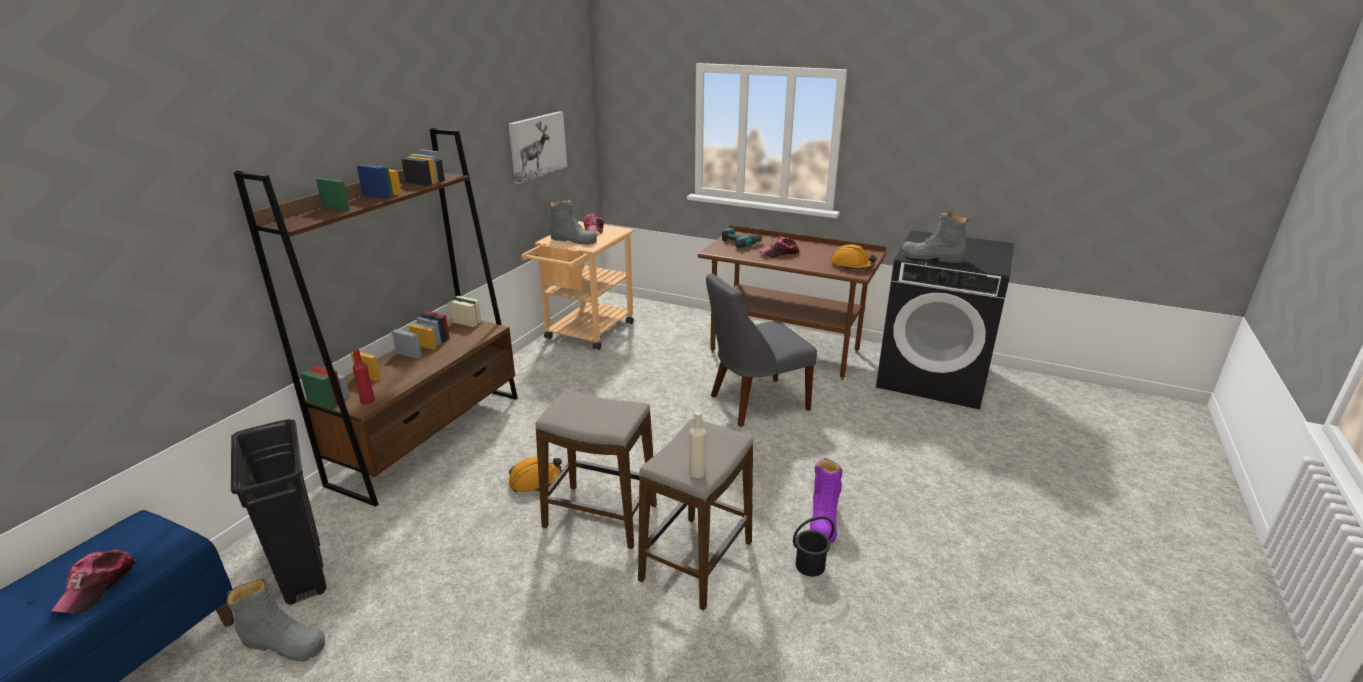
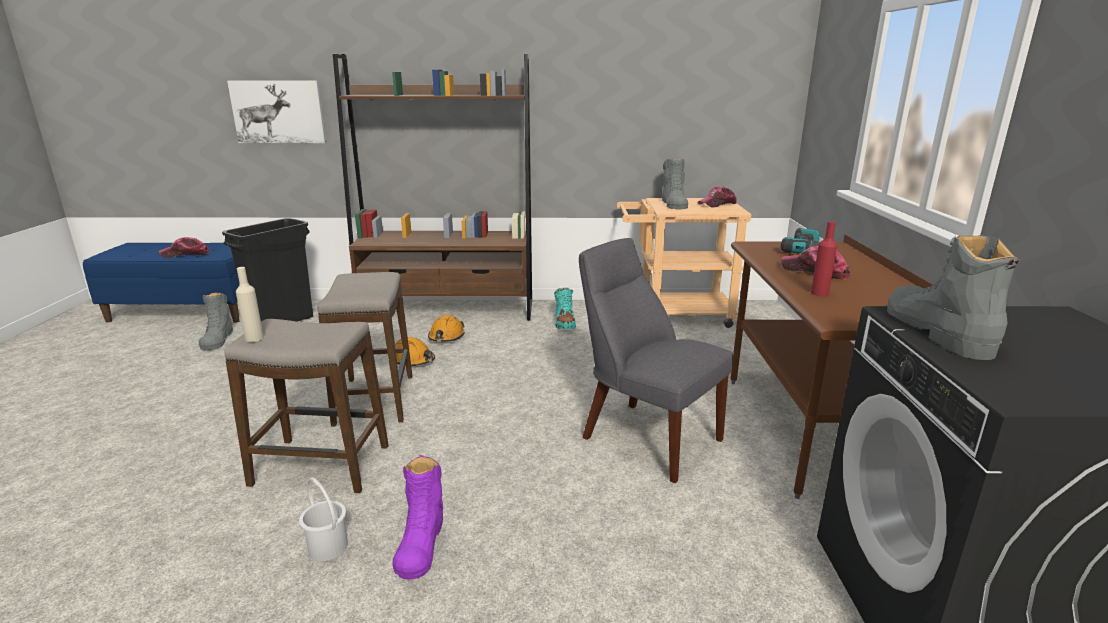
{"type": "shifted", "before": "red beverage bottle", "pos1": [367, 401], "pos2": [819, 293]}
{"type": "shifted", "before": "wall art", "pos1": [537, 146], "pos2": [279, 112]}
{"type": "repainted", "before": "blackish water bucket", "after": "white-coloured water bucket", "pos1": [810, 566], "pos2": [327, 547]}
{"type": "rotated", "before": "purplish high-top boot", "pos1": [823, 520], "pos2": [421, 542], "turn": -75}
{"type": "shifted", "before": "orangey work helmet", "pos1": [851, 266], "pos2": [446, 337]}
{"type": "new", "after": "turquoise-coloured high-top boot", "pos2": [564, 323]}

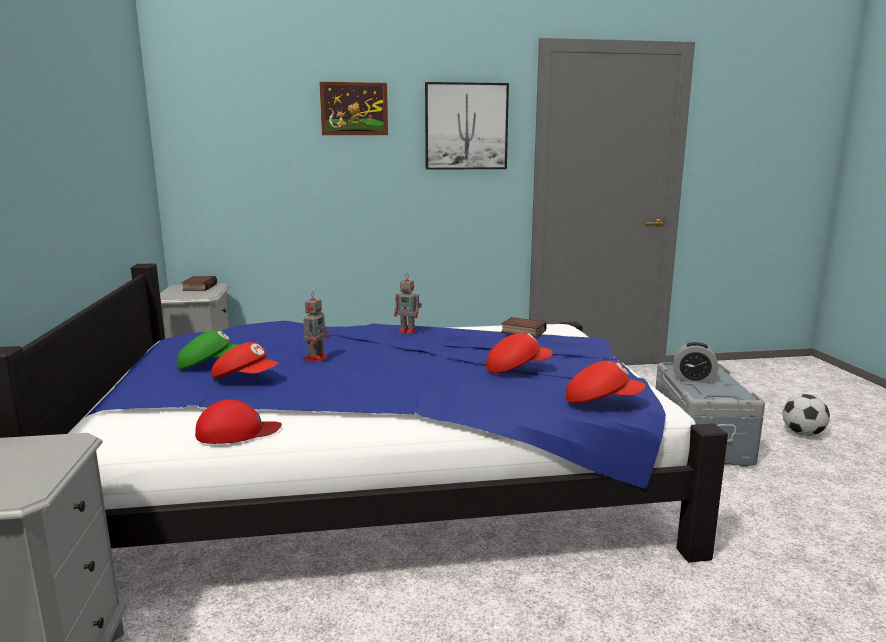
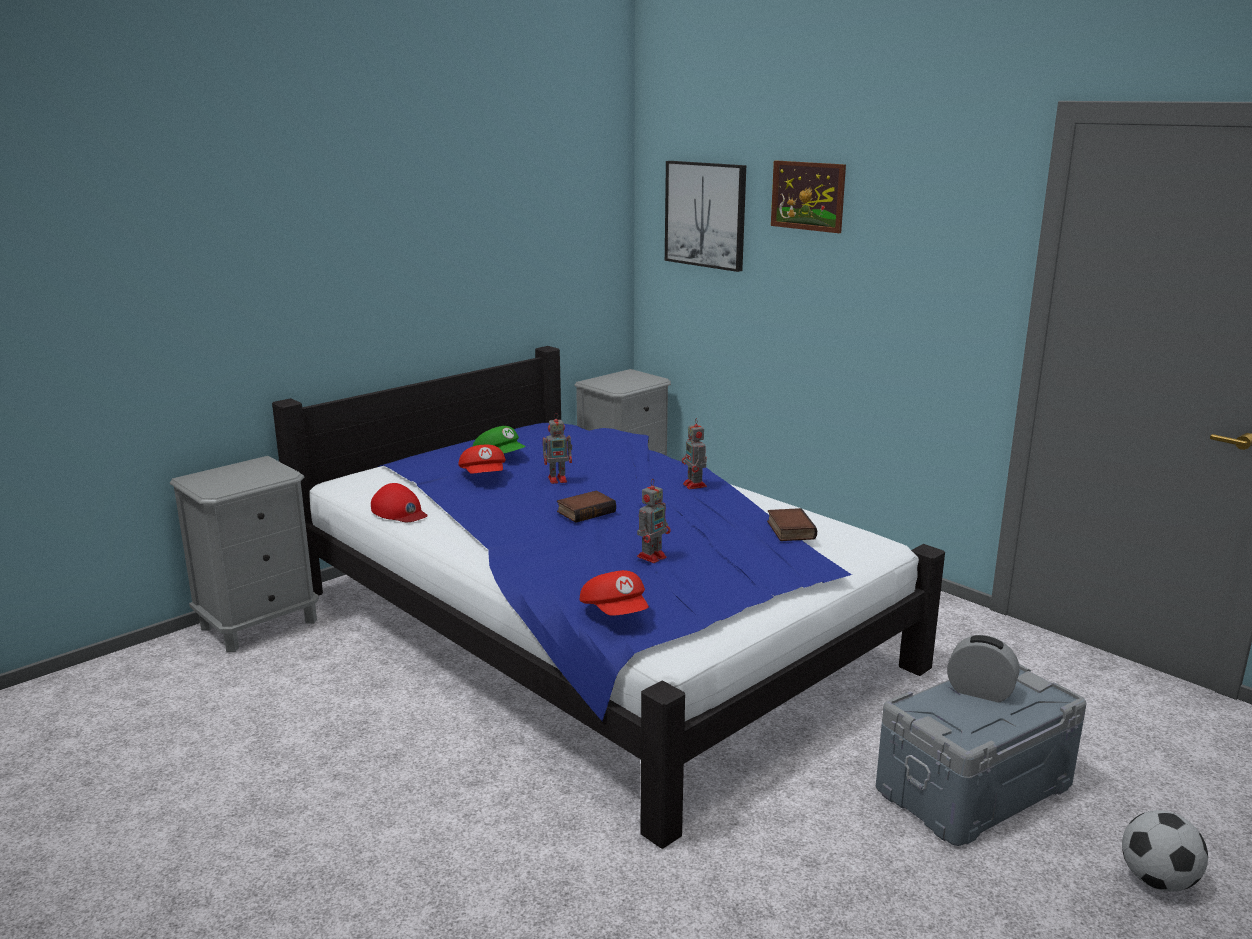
{"type": "shifted", "before": "book", "pos1": [199, 287], "pos2": [586, 511]}
{"type": "shifted", "before": "wall art", "pos1": [466, 126], "pos2": [706, 214]}
{"type": "swapped", "before": "red baseball cap", "after": "robot figure", "pos1": [517, 368], "pos2": [652, 556]}
{"type": "rotated", "before": "bedside clock", "pos1": [693, 379], "pos2": [980, 692], "turn": 135}

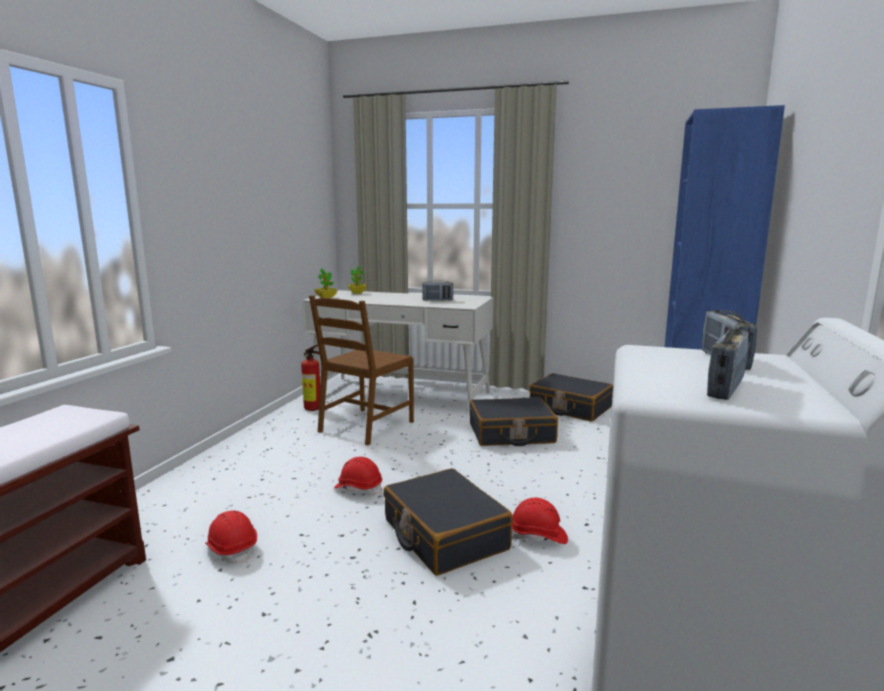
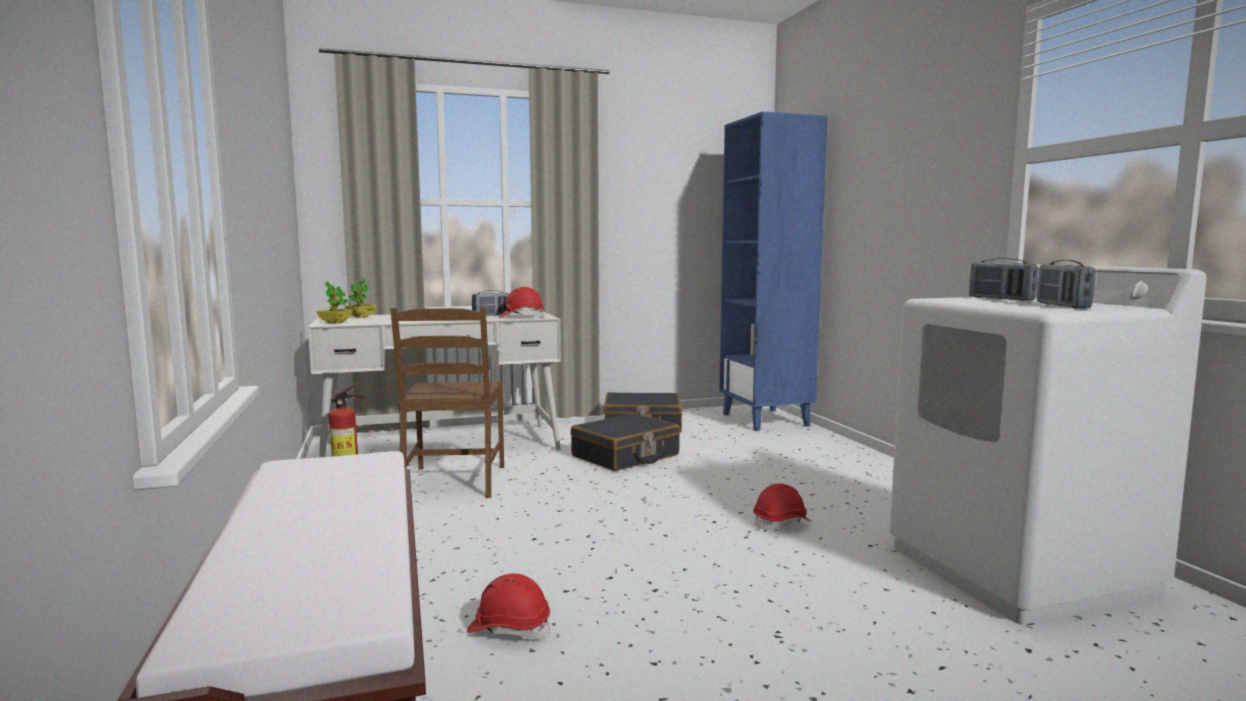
{"type": "shifted", "before": "red work helmet", "pos1": [358, 489], "pos2": [522, 317]}
{"type": "gone", "before": "blackish suitcase", "pos1": [444, 535]}

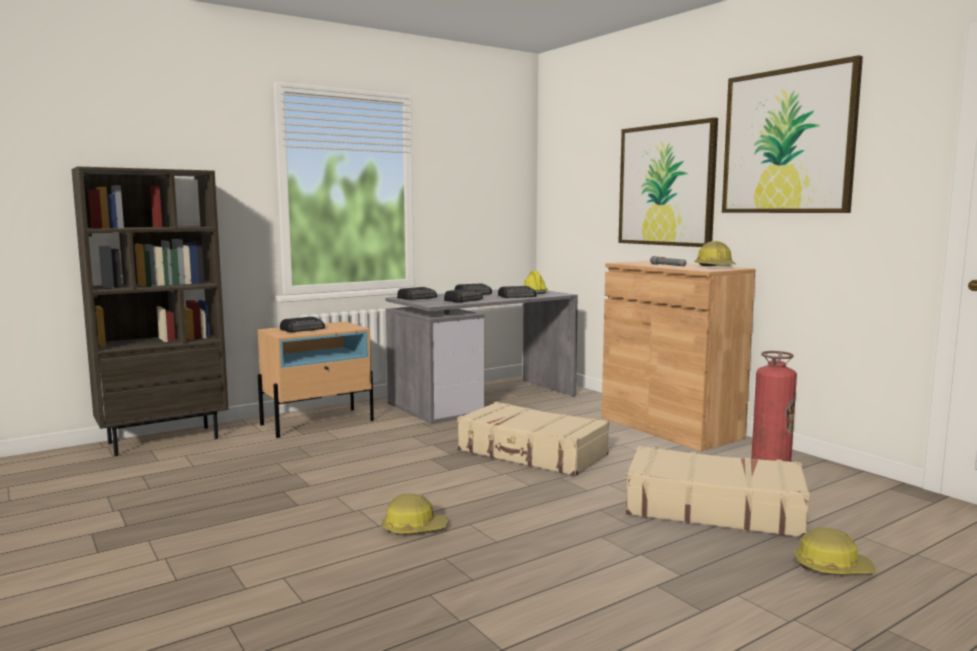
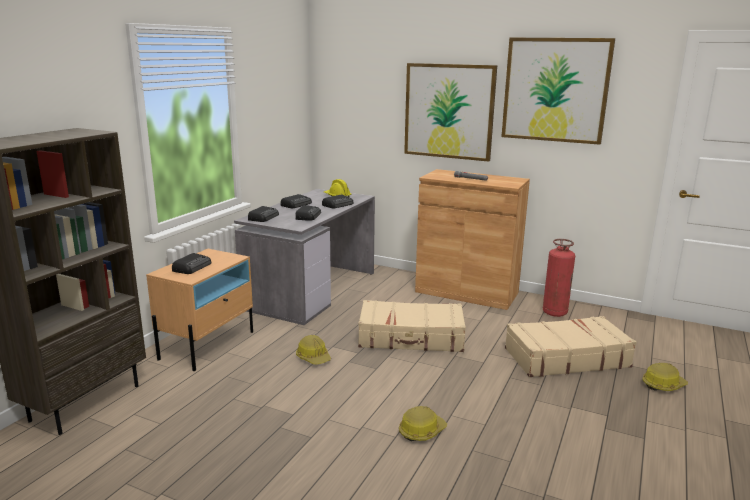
{"type": "shifted", "before": "work helmet", "pos1": [715, 267], "pos2": [313, 357]}

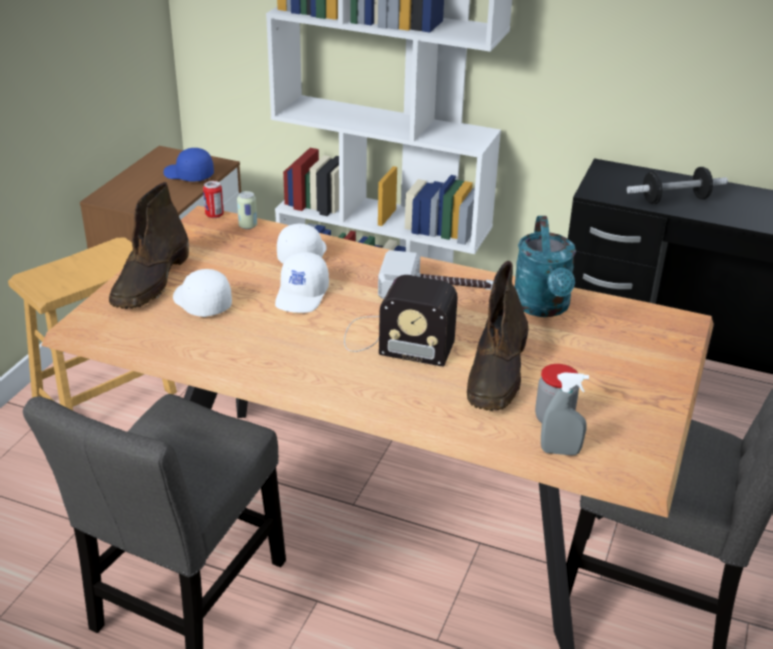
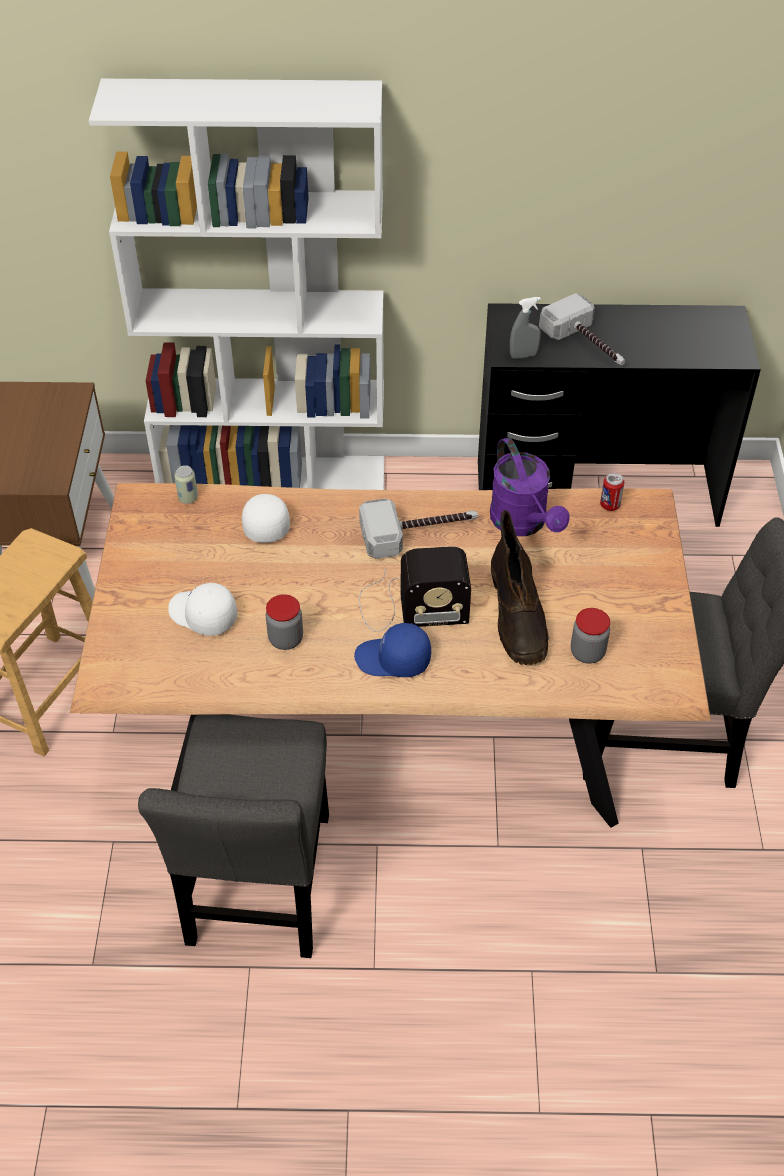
{"type": "gone", "before": "brownish high-top boot", "pos1": [151, 281]}
{"type": "shifted", "before": "blue-coloured baseball cap", "pos1": [188, 175], "pos2": [393, 660]}
{"type": "shifted", "before": "metal can", "pos1": [214, 215], "pos2": [610, 505]}
{"type": "gone", "before": "white-coloured baseball cap", "pos1": [302, 295]}
{"type": "repainted", "before": "turquoise-coloured watering can", "after": "purplish watering can", "pos1": [543, 307], "pos2": [523, 523]}
{"type": "shifted", "before": "greyish hand sprayer", "pos1": [560, 451], "pos2": [523, 355]}
{"type": "swapped", "before": "hand weight", "after": "tool hammer", "pos1": [674, 200], "pos2": [587, 345]}
{"type": "new", "after": "preserve jar", "pos2": [286, 639]}

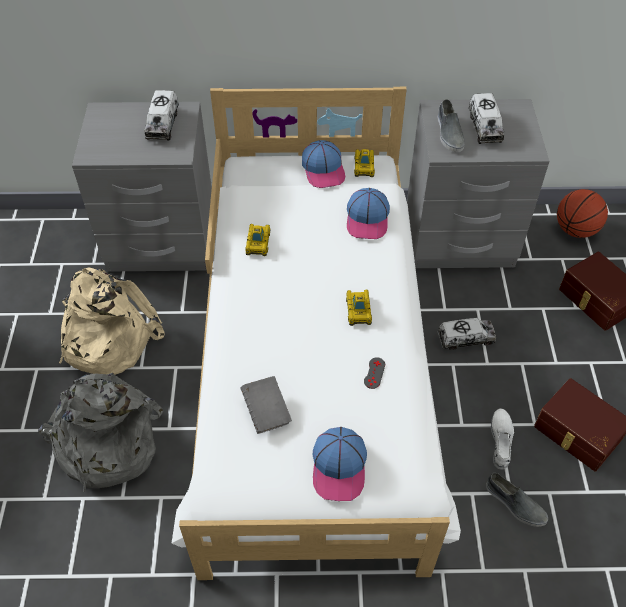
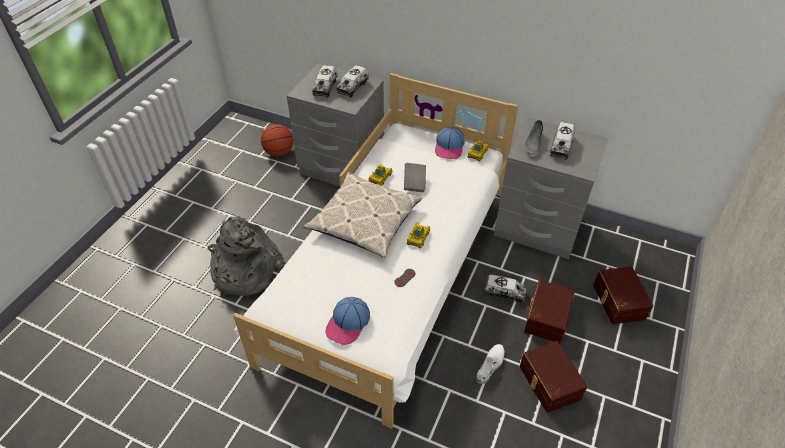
{"type": "gone", "before": "beige knapsack", "pos1": [107, 337]}
{"type": "shifted", "before": "greyish book", "pos1": [266, 411], "pos2": [414, 183]}
{"type": "gone", "before": "baseball cap", "pos1": [367, 219]}
{"type": "gone", "before": "greyish item of footwear", "pos1": [514, 503]}
{"type": "shifted", "before": "basketball ball", "pos1": [575, 230], "pos2": [279, 152]}
{"type": "new", "after": "cushion", "pos2": [364, 220]}
{"type": "new", "after": "model truck", "pos2": [325, 87]}
{"type": "new", "after": "brownish storage container", "pos2": [545, 317]}

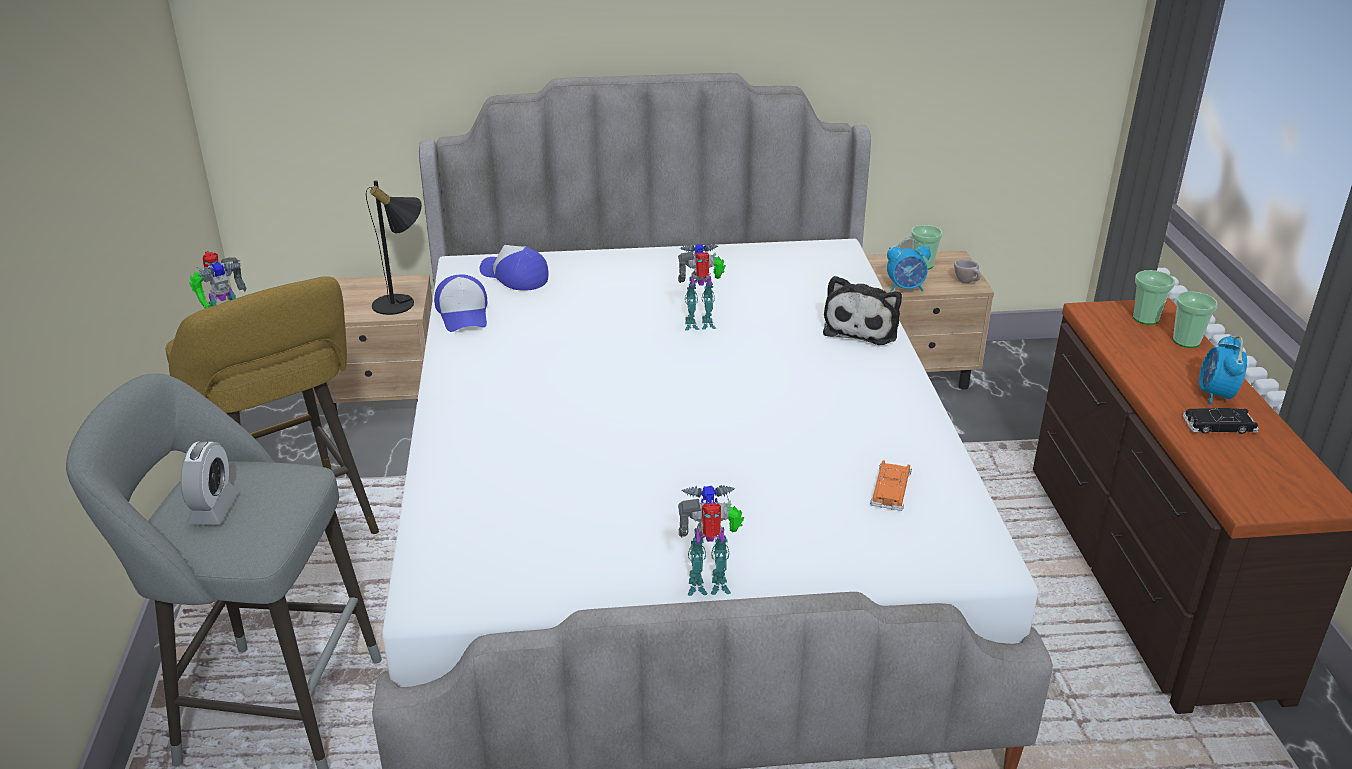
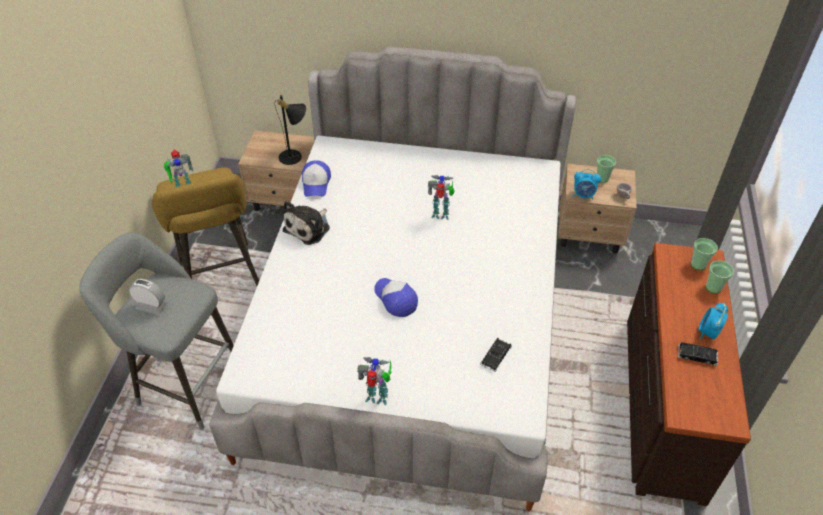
{"type": "rotated", "before": "bedside clock", "pos1": [213, 509], "pos2": [152, 306], "turn": -90}
{"type": "shifted", "before": "baseball cap", "pos1": [514, 276], "pos2": [395, 299]}
{"type": "shifted", "before": "cuddly toy", "pos1": [862, 327], "pos2": [309, 228]}
{"type": "repainted", "before": "orangey toy car", "after": "blackish toy car", "pos1": [890, 490], "pos2": [496, 356]}

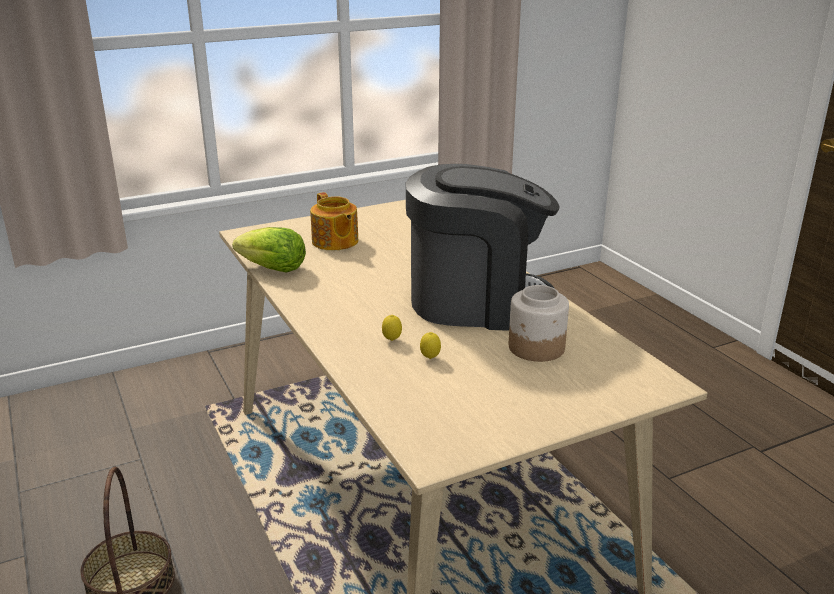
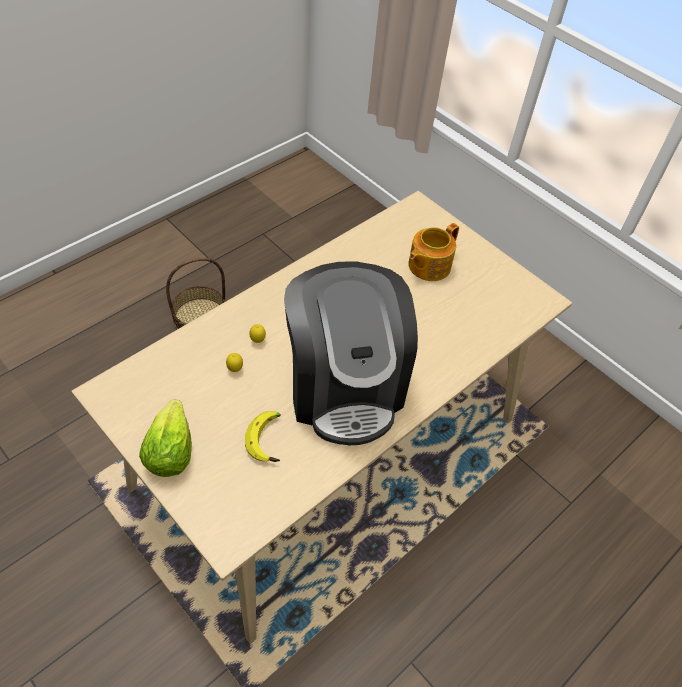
{"type": "shifted", "before": "lettuce head", "pos1": [273, 269], "pos2": [170, 452]}
{"type": "swapped", "before": "preserve jar", "after": "banana", "pos1": [536, 348], "pos2": [269, 440]}

